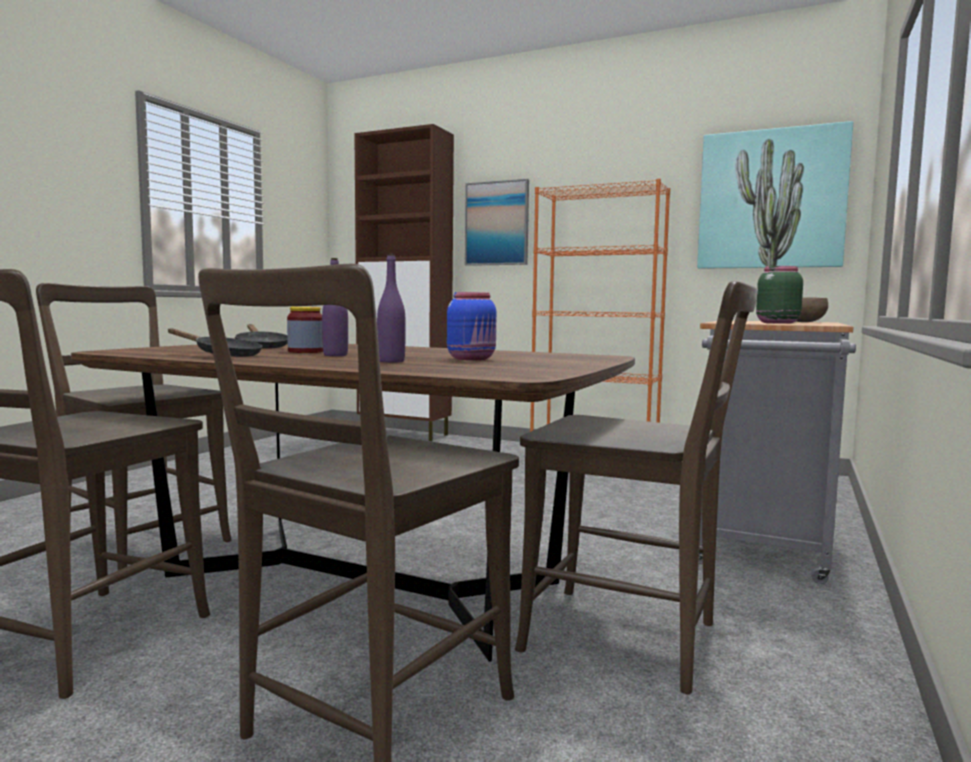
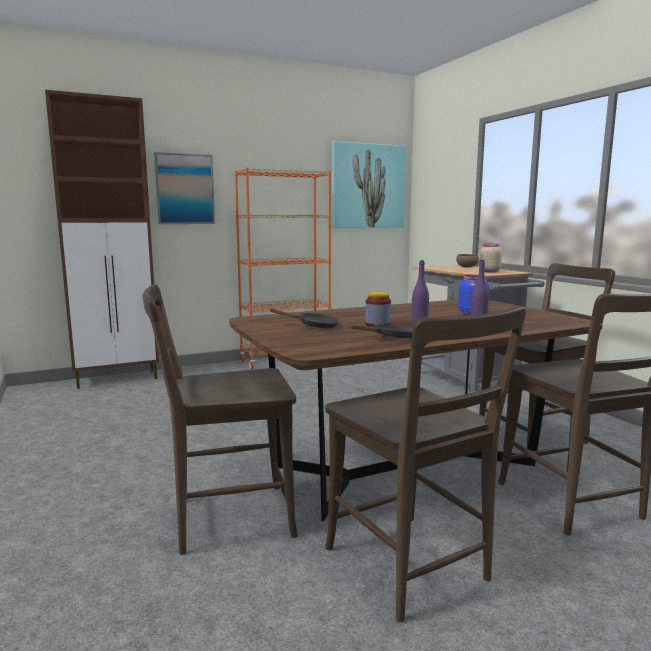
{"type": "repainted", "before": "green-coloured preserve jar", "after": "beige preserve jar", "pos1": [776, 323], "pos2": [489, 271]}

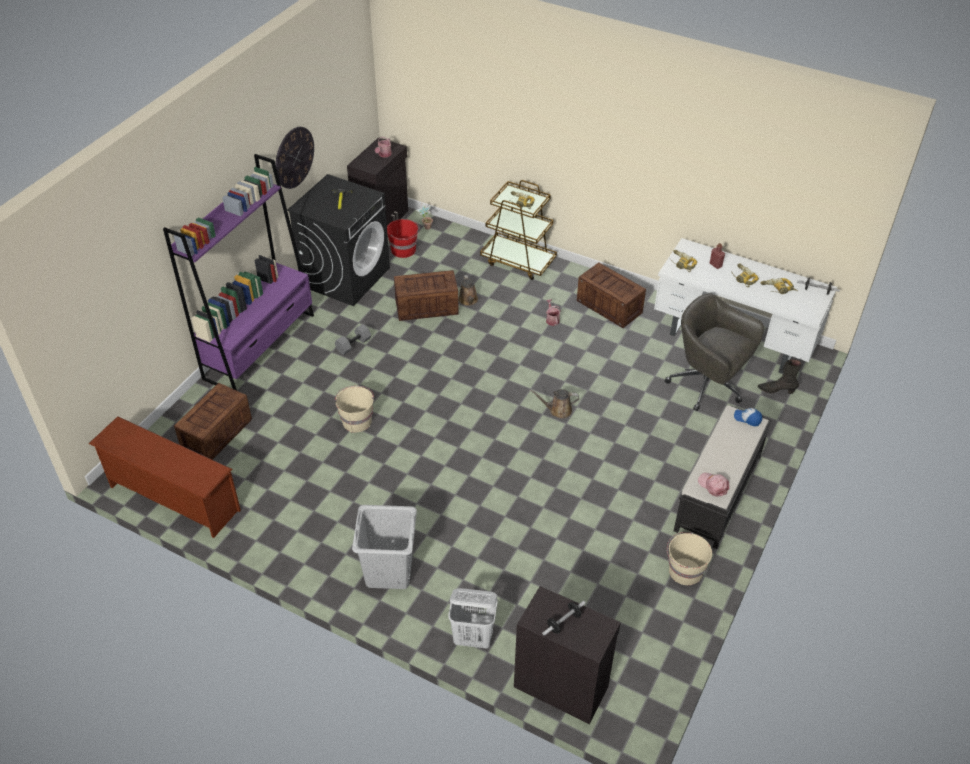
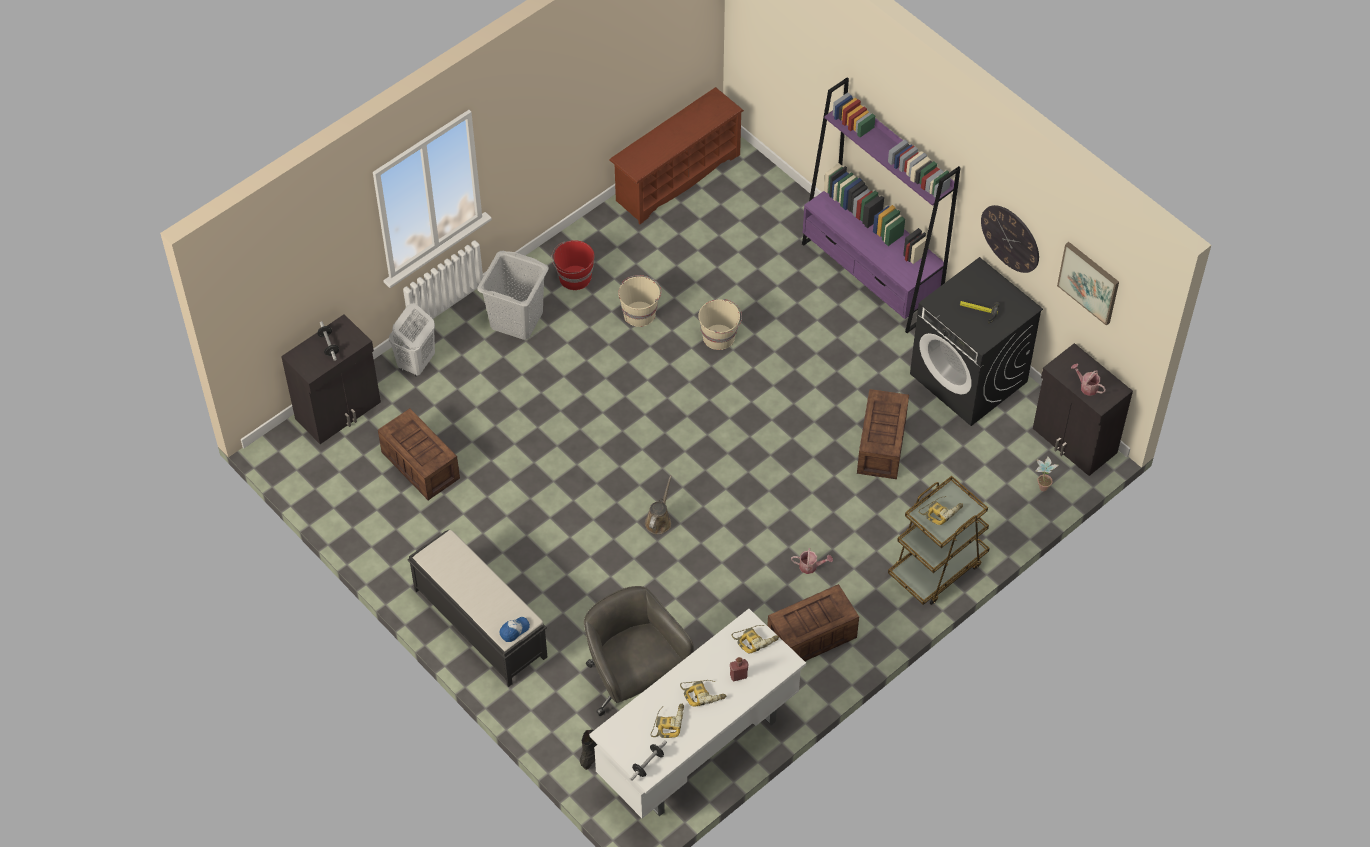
{"type": "shifted", "before": "shipping crate", "pos1": [216, 435], "pos2": [419, 464]}
{"type": "gone", "before": "greyish hand weight", "pos1": [353, 344]}
{"type": "shifted", "before": "red water bucket", "pos1": [404, 250], "pos2": [574, 278]}
{"type": "gone", "before": "brownish watering can", "pos1": [468, 300]}
{"type": "rotated", "before": "greyish desk chair", "pos1": [707, 385], "pos2": [634, 685], "turn": -90}
{"type": "shifted", "before": "beige water bucket", "pos1": [684, 571], "pos2": [639, 313]}
{"type": "gone", "before": "pinkish baseball cap", "pos1": [713, 485]}
{"type": "new", "after": "wall art", "pos2": [1089, 282]}

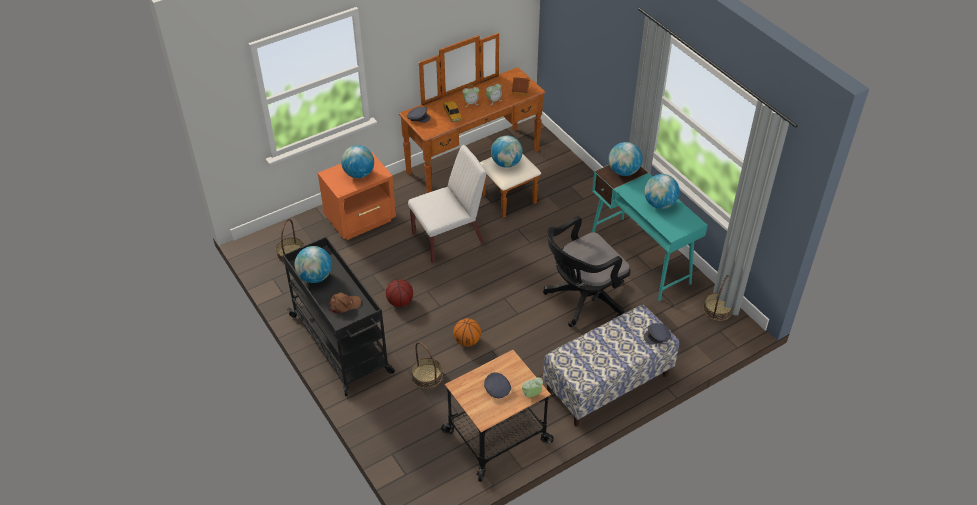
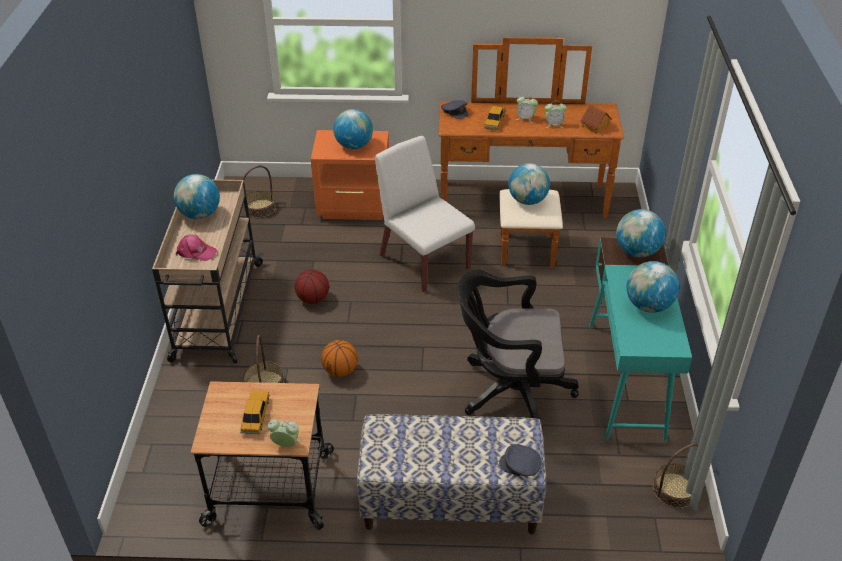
{"type": "repainted", "before": "blackish trolley", "after": "beige trolley", "pos1": [341, 345], "pos2": [217, 312]}
{"type": "repainted", "before": "brownish baseball cap", "after": "pinkish baseball cap", "pos1": [344, 305], "pos2": [196, 252]}
{"type": "rotated", "before": "white-coloured upright chair", "pos1": [449, 238], "pos2": [423, 261], "turn": -135}
{"type": "swapped", "before": "greyish baseball cap", "after": "toy car", "pos1": [496, 389], "pos2": [256, 416]}

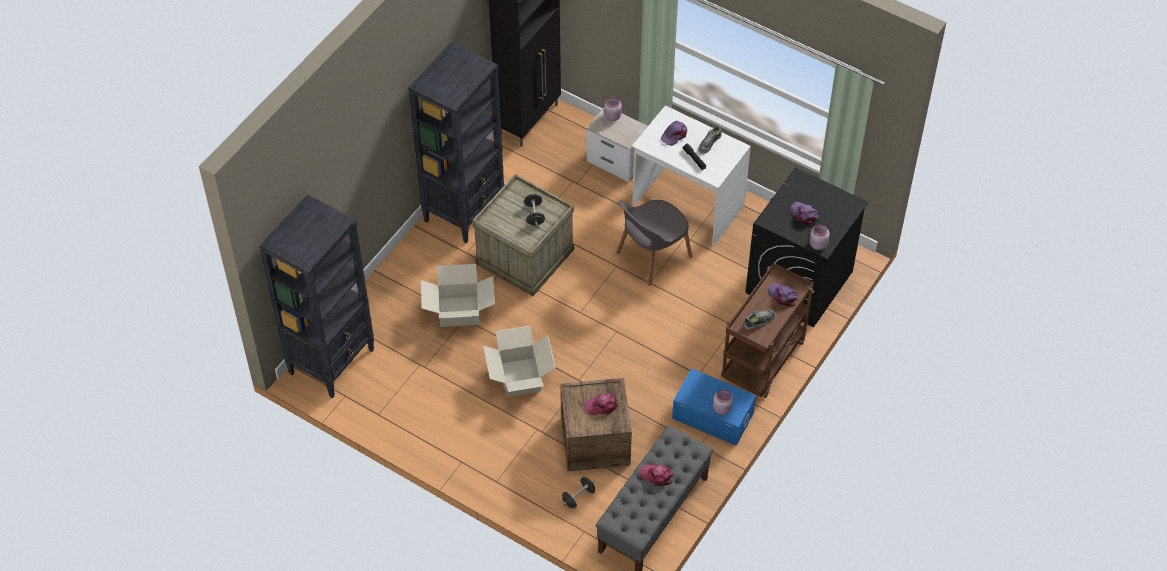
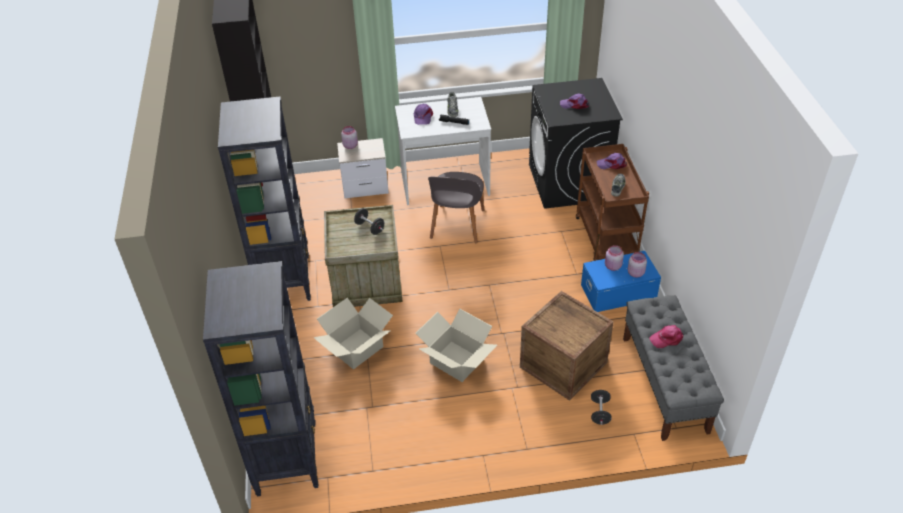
{"type": "gone", "before": "pinkish baseball cap", "pos1": [602, 406]}
{"type": "shifted", "before": "pinkish preserve jar", "pos1": [817, 244], "pos2": [612, 266]}

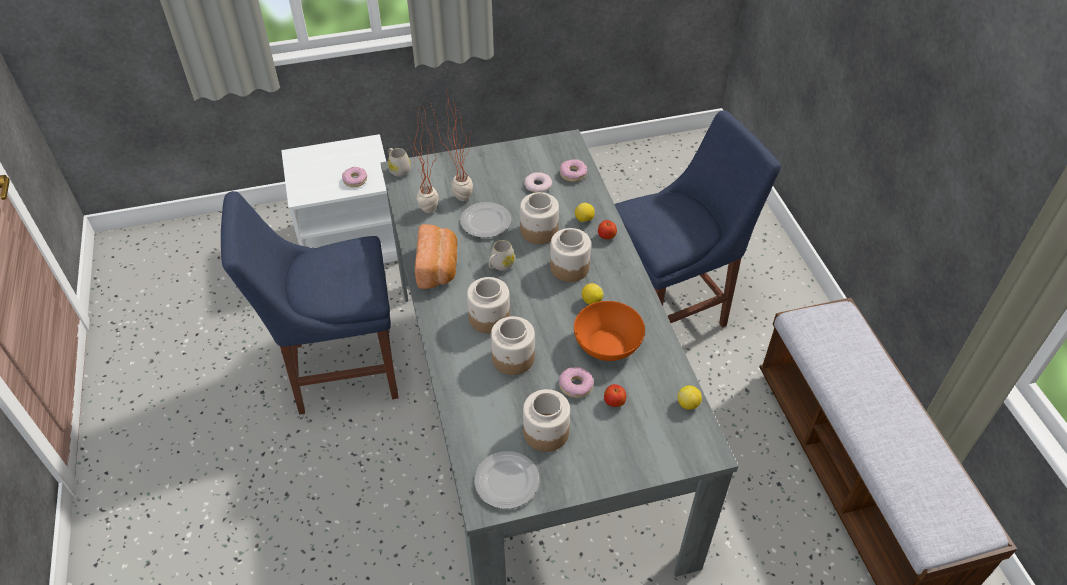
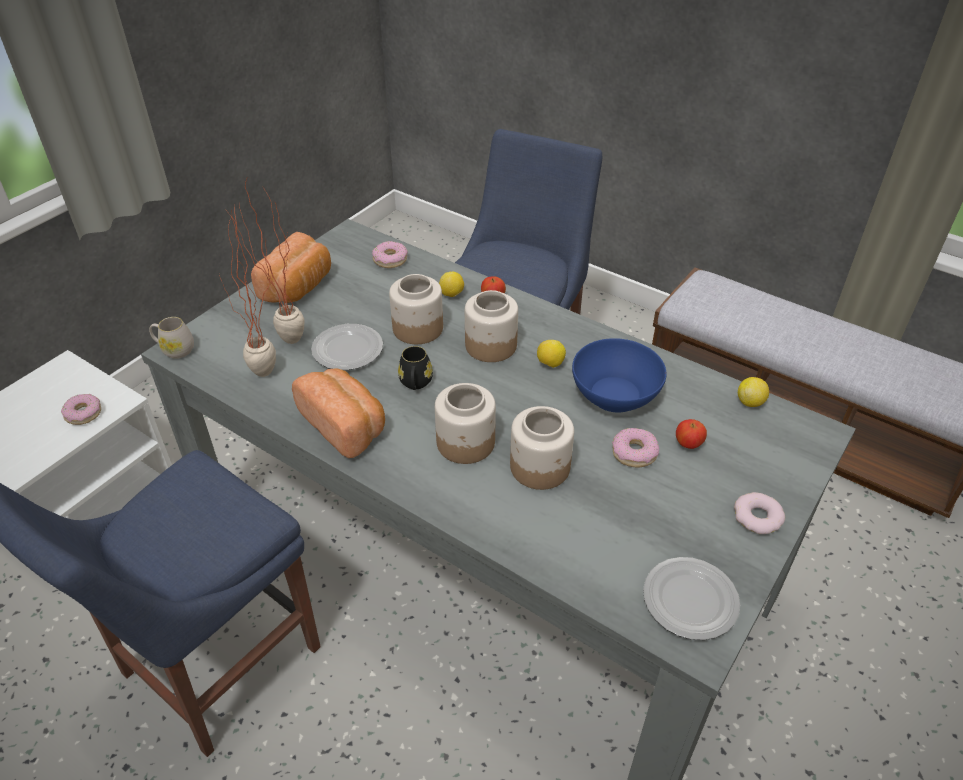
{"type": "repainted", "before": "white-coloured tea mug", "after": "blackish tea mug", "pos1": [500, 266], "pos2": [415, 384]}
{"type": "gone", "before": "preserve jar", "pos1": [545, 433]}
{"type": "shifted", "before": "doughnut", "pos1": [538, 185], "pos2": [757, 517]}
{"type": "repainted", "before": "orangey bowl", "after": "blue-coloured bowl", "pos1": [608, 344], "pos2": [615, 394]}
{"type": "new", "after": "baked bread", "pos2": [299, 287]}

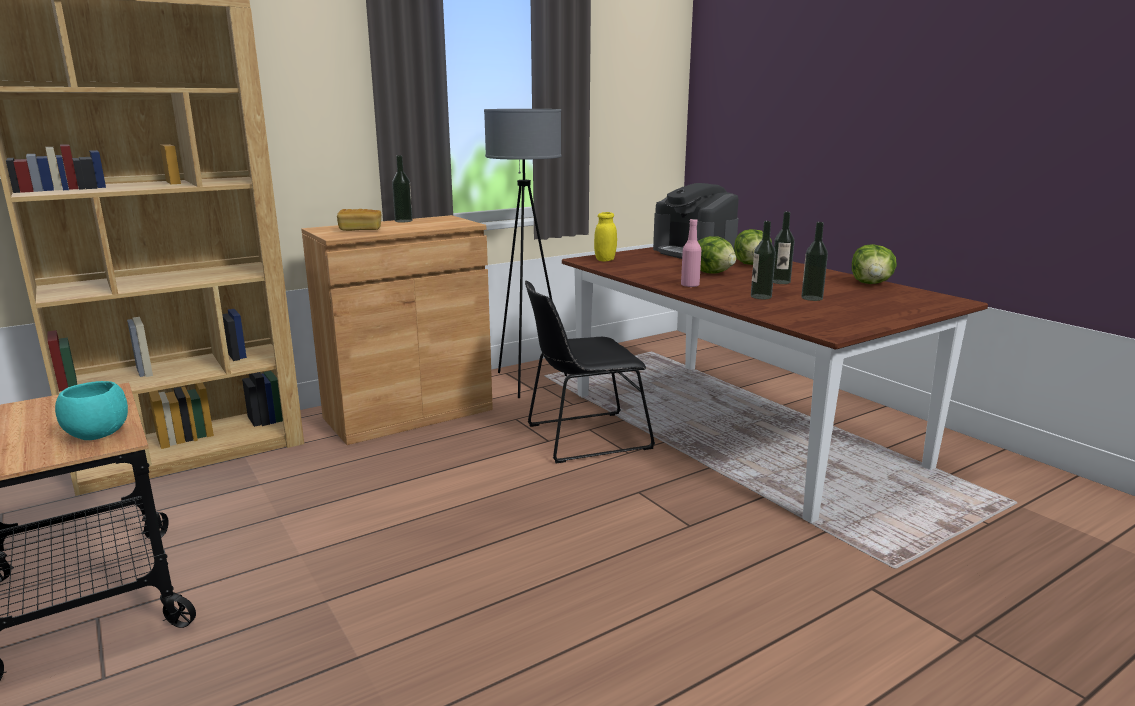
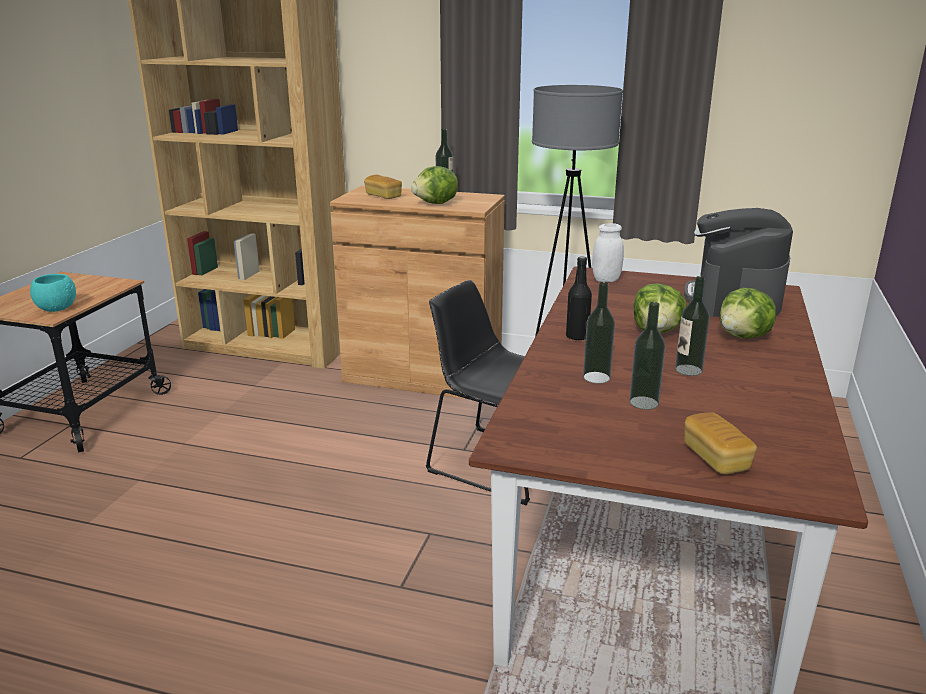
{"type": "repainted", "before": "yellowish preserve jar", "after": "white-coloured preserve jar", "pos1": [605, 260], "pos2": [606, 280]}
{"type": "repainted", "before": "pinkish beverage bottle", "after": "blackish beverage bottle", "pos1": [690, 285], "pos2": [577, 336]}
{"type": "shifted", "before": "lettuce head", "pos1": [871, 284], "pos2": [436, 204]}
{"type": "new", "after": "baked bread", "pos2": [715, 458]}

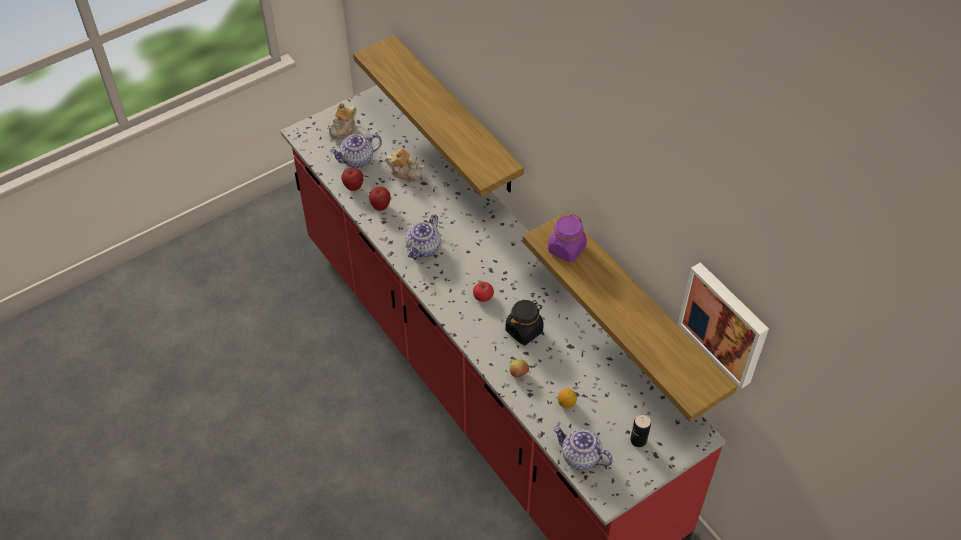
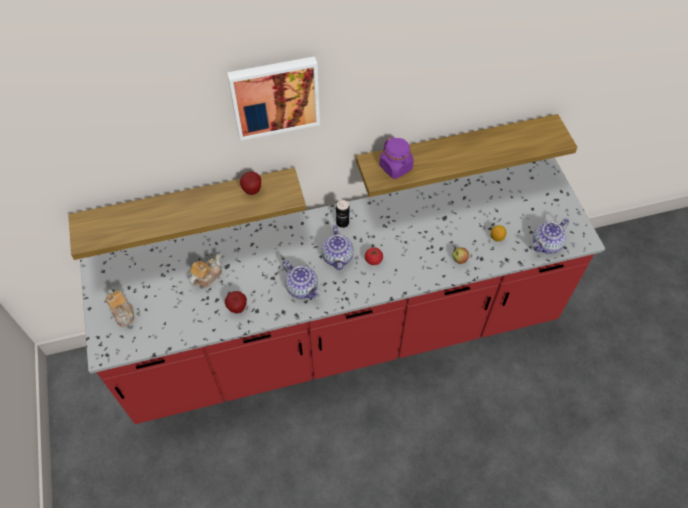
{"type": "shifted", "before": "pot for tea", "pos1": [357, 160], "pos2": [338, 257]}
{"type": "shifted", "before": "apple", "pos1": [353, 187], "pos2": [252, 191]}
{"type": "gone", "before": "blackish preserve jar", "pos1": [524, 330]}
{"type": "shifted", "before": "metal can", "pos1": [638, 440], "pos2": [342, 222]}
{"type": "shifted", "before": "wall art", "pos1": [725, 323], "pos2": [274, 96]}

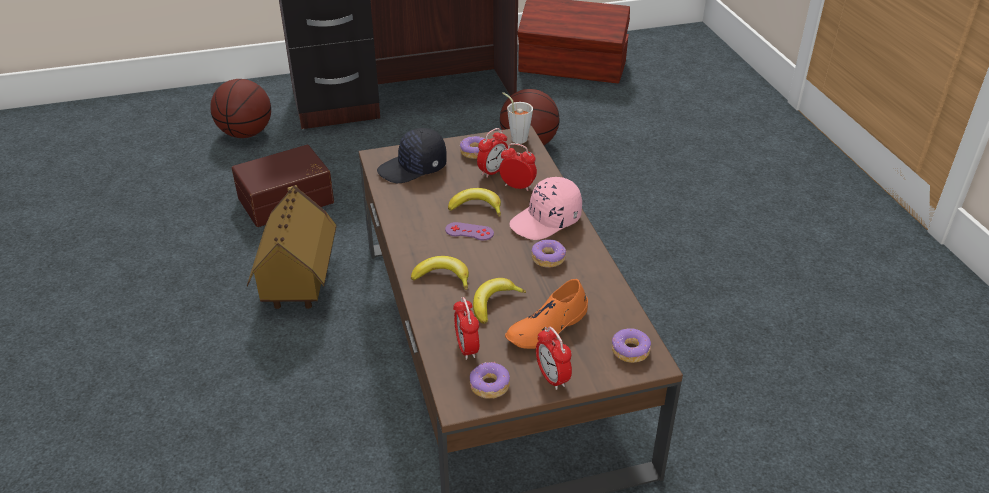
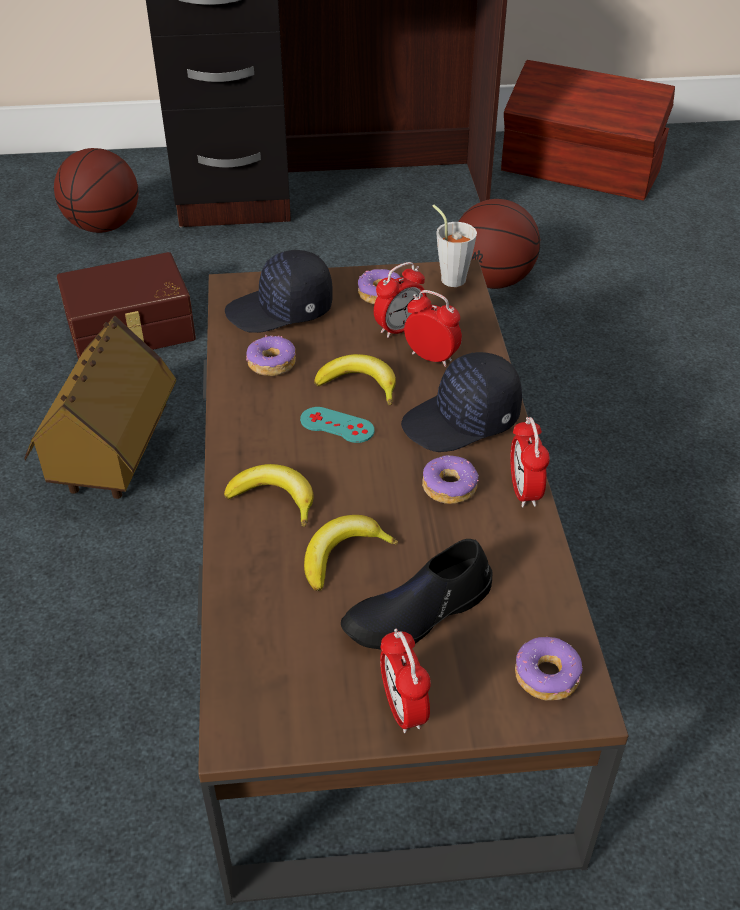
{"type": "repainted", "before": "purplish gamepad", "after": "turquoise-coloured gamepad", "pos1": [469, 231], "pos2": [337, 425]}
{"type": "shifted", "before": "bedside clock", "pos1": [467, 348], "pos2": [524, 491]}
{"type": "shifted", "before": "doughnut", "pos1": [489, 386], "pos2": [271, 363]}
{"type": "repainted", "before": "orangey item of footwear", "after": "blackish item of footwear", "pos1": [547, 327], "pos2": [418, 612]}
{"type": "repainted", "before": "pinkish baseball cap", "after": "blackish baseball cap", "pos1": [546, 221], "pos2": [462, 421]}

